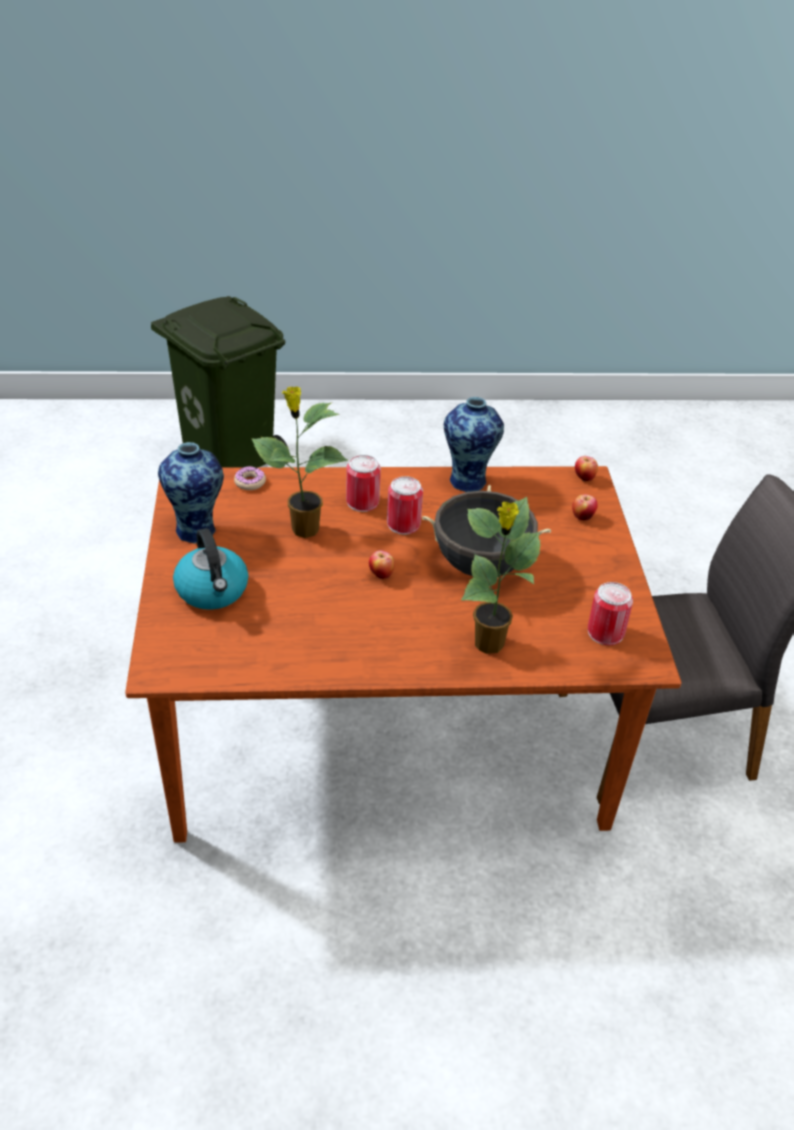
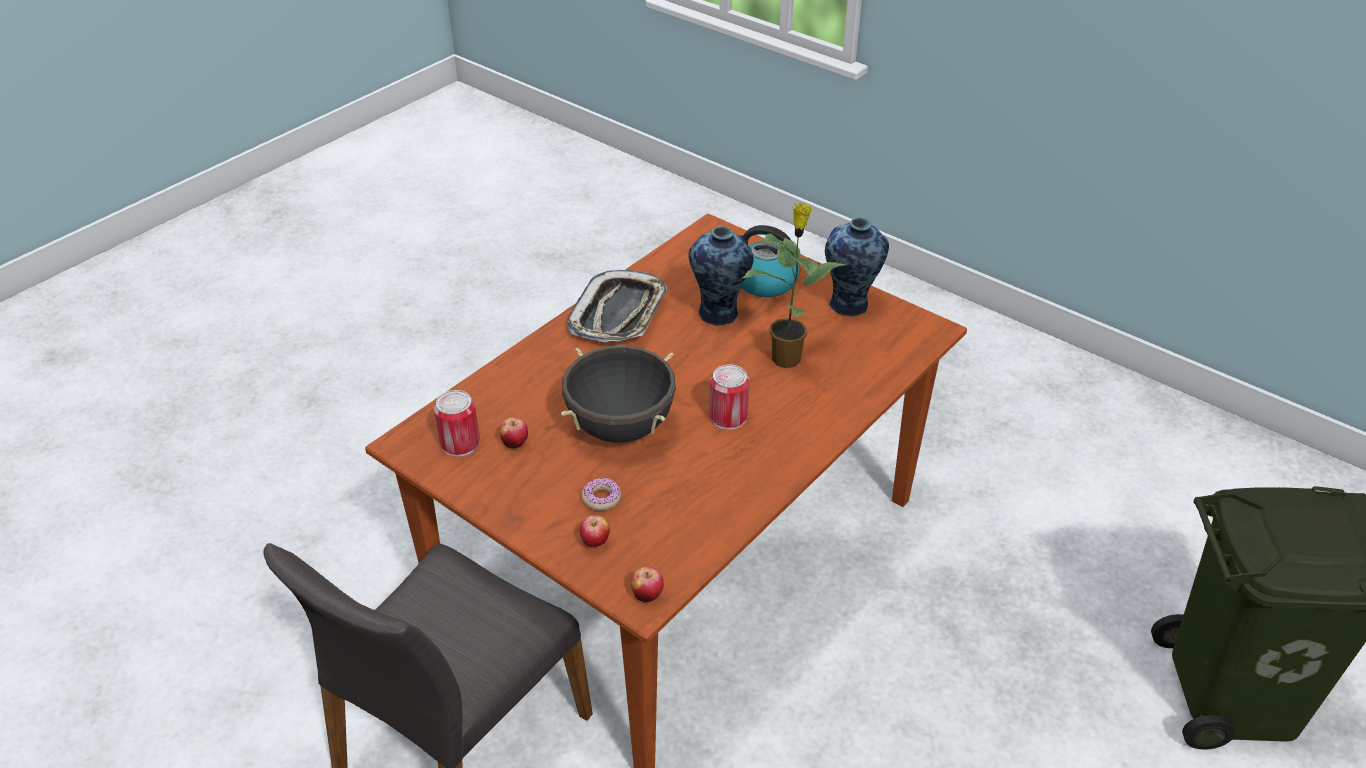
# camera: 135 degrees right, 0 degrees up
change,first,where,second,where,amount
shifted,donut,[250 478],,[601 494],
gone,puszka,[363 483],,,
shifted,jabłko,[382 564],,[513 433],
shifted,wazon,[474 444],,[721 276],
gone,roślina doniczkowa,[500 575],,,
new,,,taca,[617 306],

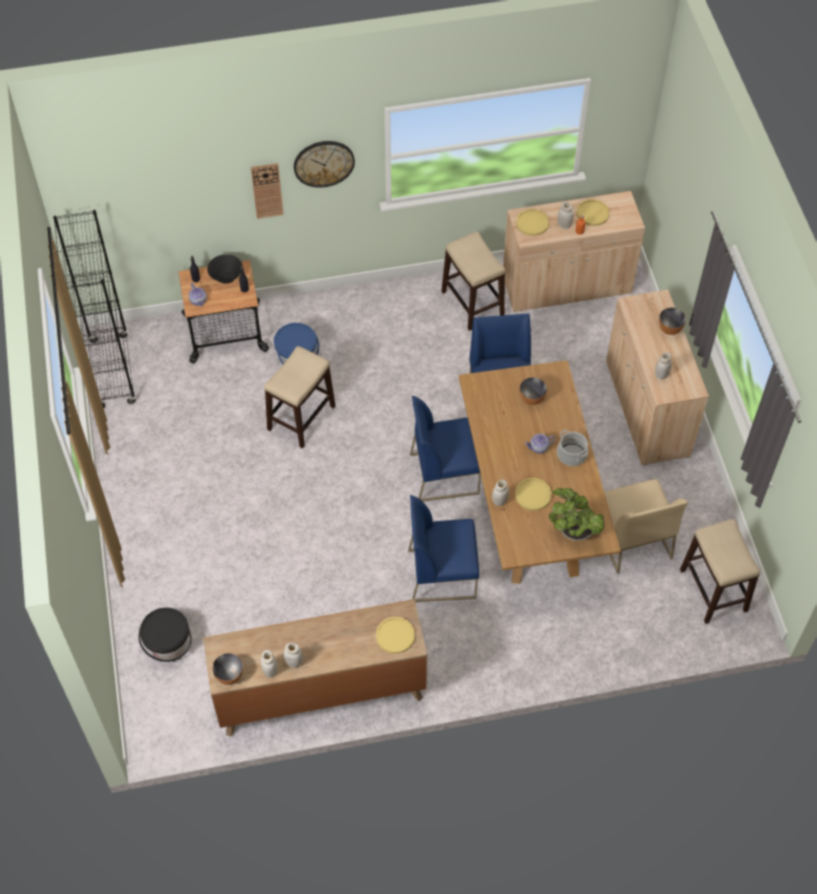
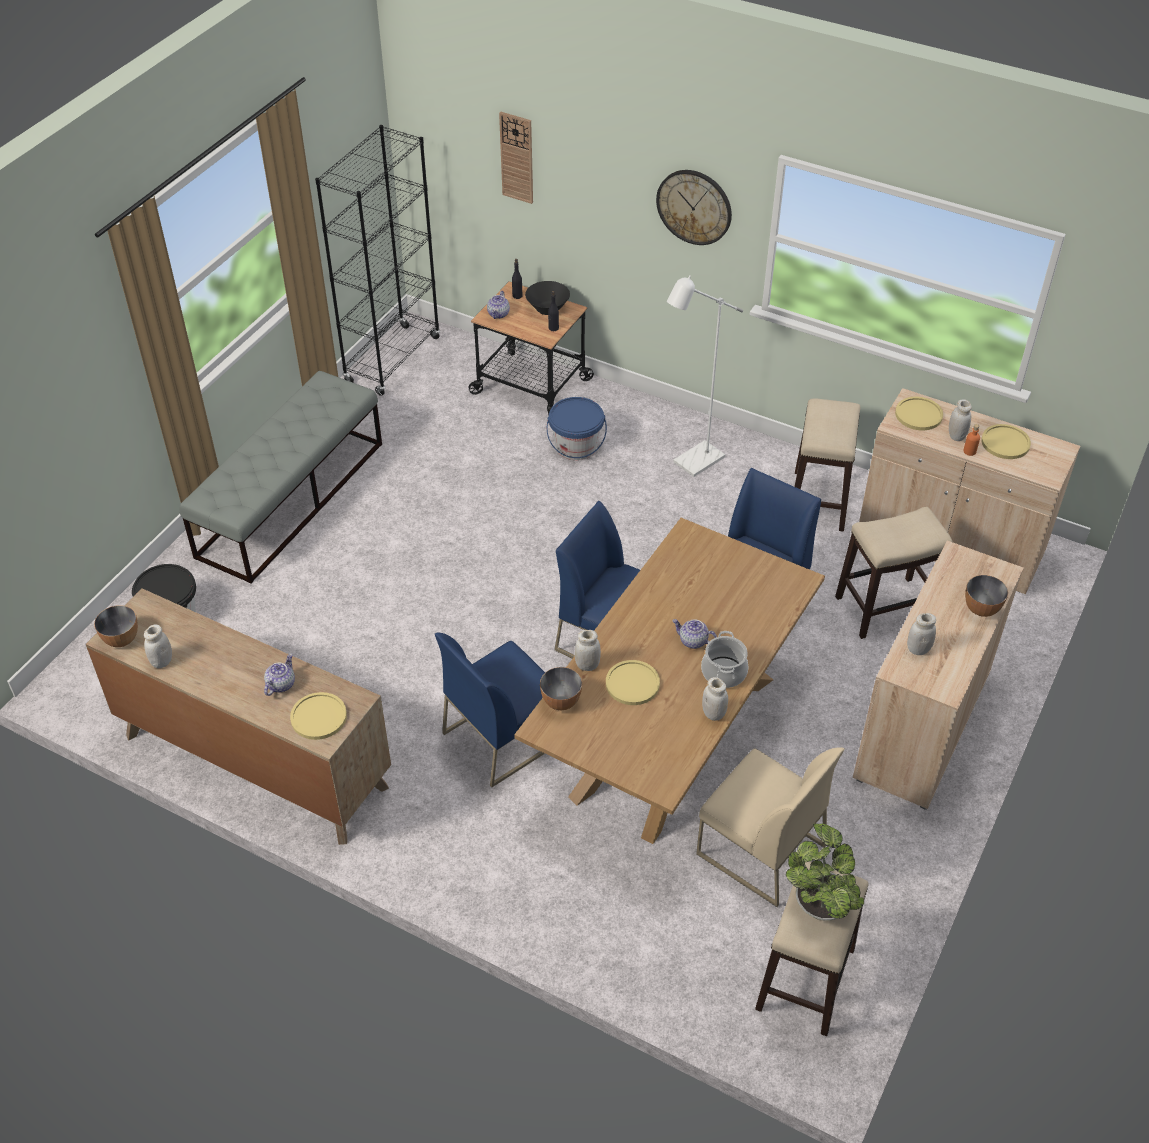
# camera: 40 degrees right, 10 degrees down
change,first,where,second,where,amount
shifted,zegar ścienny,[267 191],,[516 158],
shifted,stołek,[300 397],,[894 573],
shifted,słoik/biały,[293 655],,[715 699],
rotated,krzesło/niebieski,[443 548],,[490 710],75 degrees counterclockwise
shifted,miska,[533 391],,[561 688],
shifted,roślina doniczkowa,[576 514],,[825 872],
rotated,krzesło/beżowy,[646 526],,[770 827],75 degrees counterclockwise
new,,,ławka/szary,[280 477],
new,,,imbryk,[279 675],
new,,,lampa stojąca/biały,[705 376],

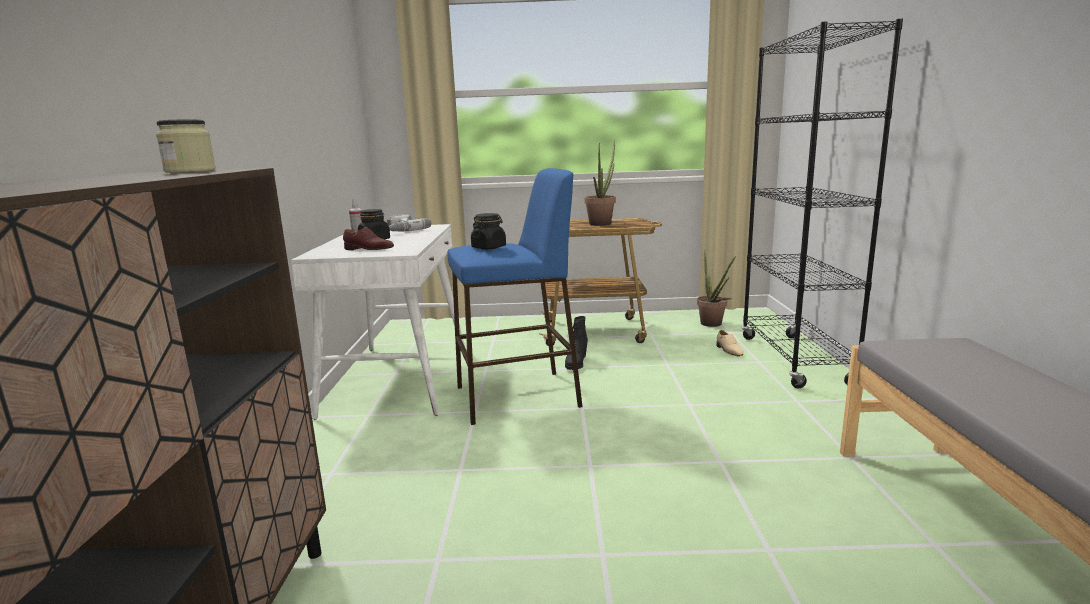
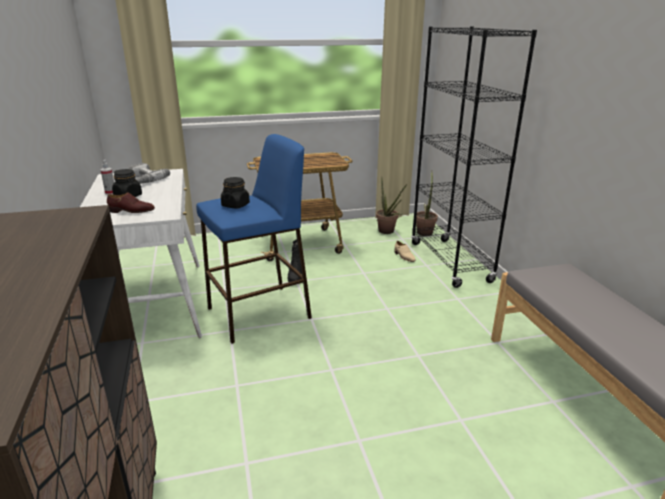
# camera: 15 degrees left, 10 degrees up
change,first,where,second,where,amount
gone,słoik,[186 146],,,
shifted,roślina doniczkowa,[600 183],,[427 203],

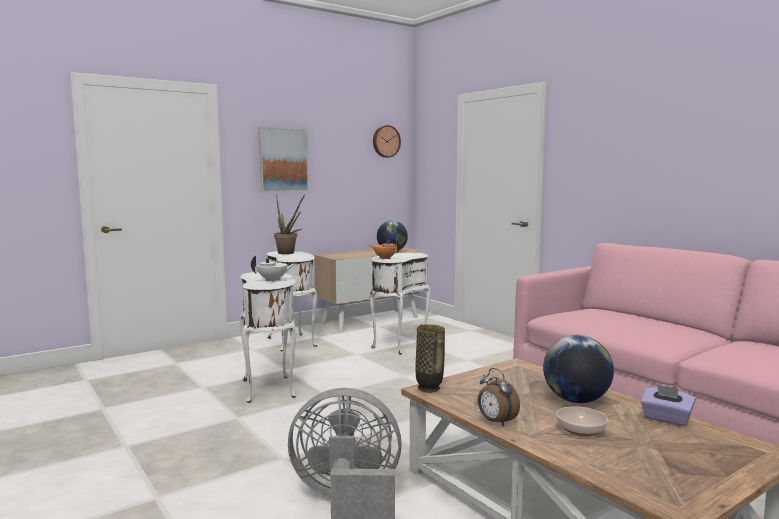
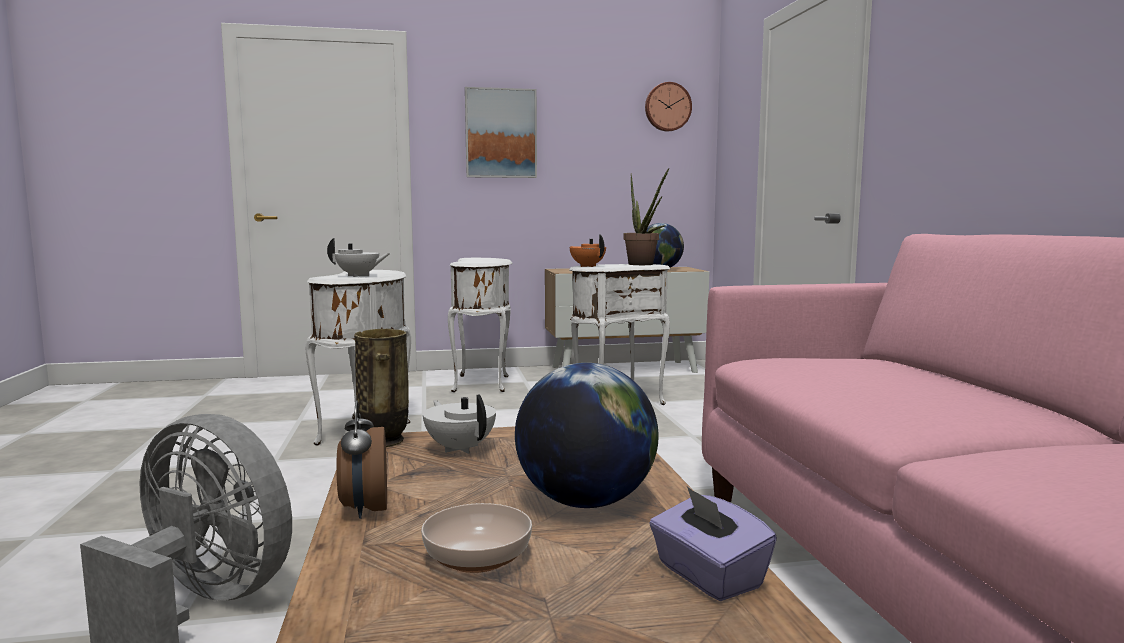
# camera: 25 degrees right, 0 degrees up
change,first,where,second,where,amount
shifted,roślina doniczkowa,[289 224],,[646 216],
new,,,imbryk/biały,[459 424],

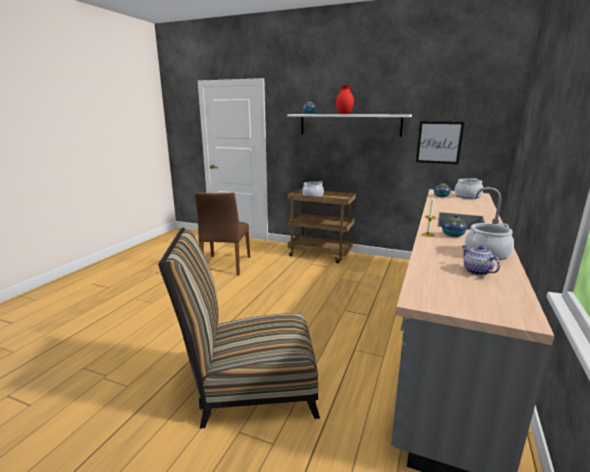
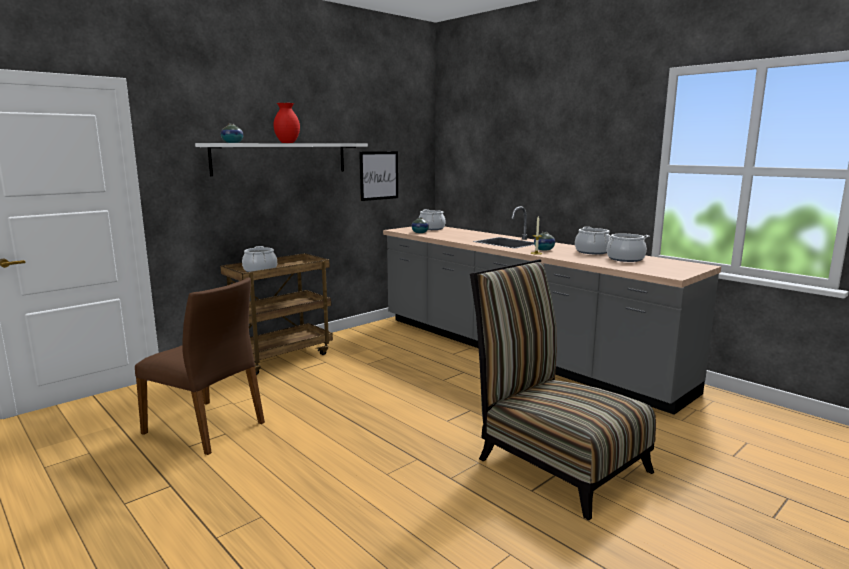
# camera: 65 degrees left, 5 degrees down
change,first,where,second,where,amount
rotated,krzesło,[239 328],,[563 389],120 degrees clockwise
swapped,imbryk,[481 260],garnek,[627 248],

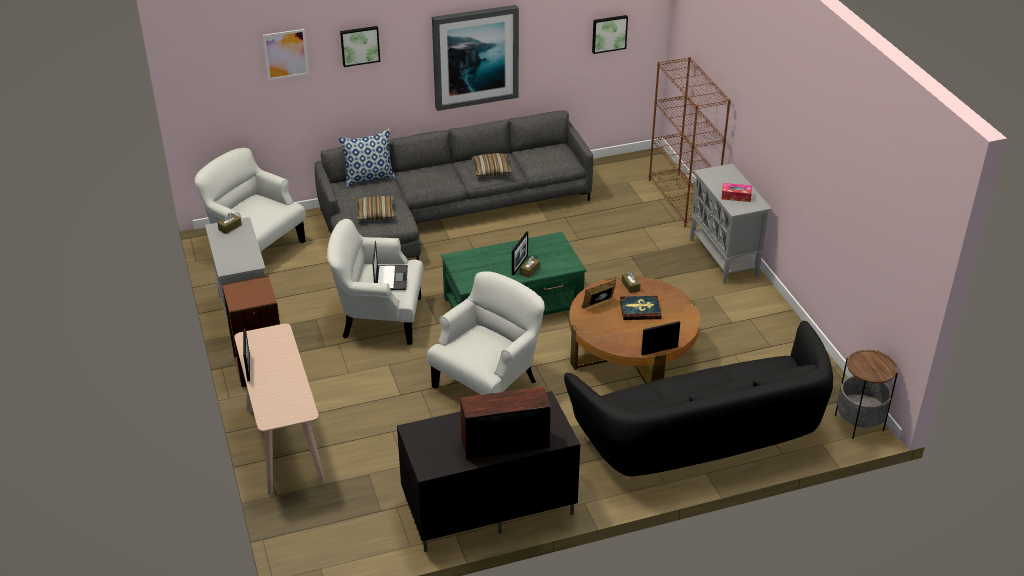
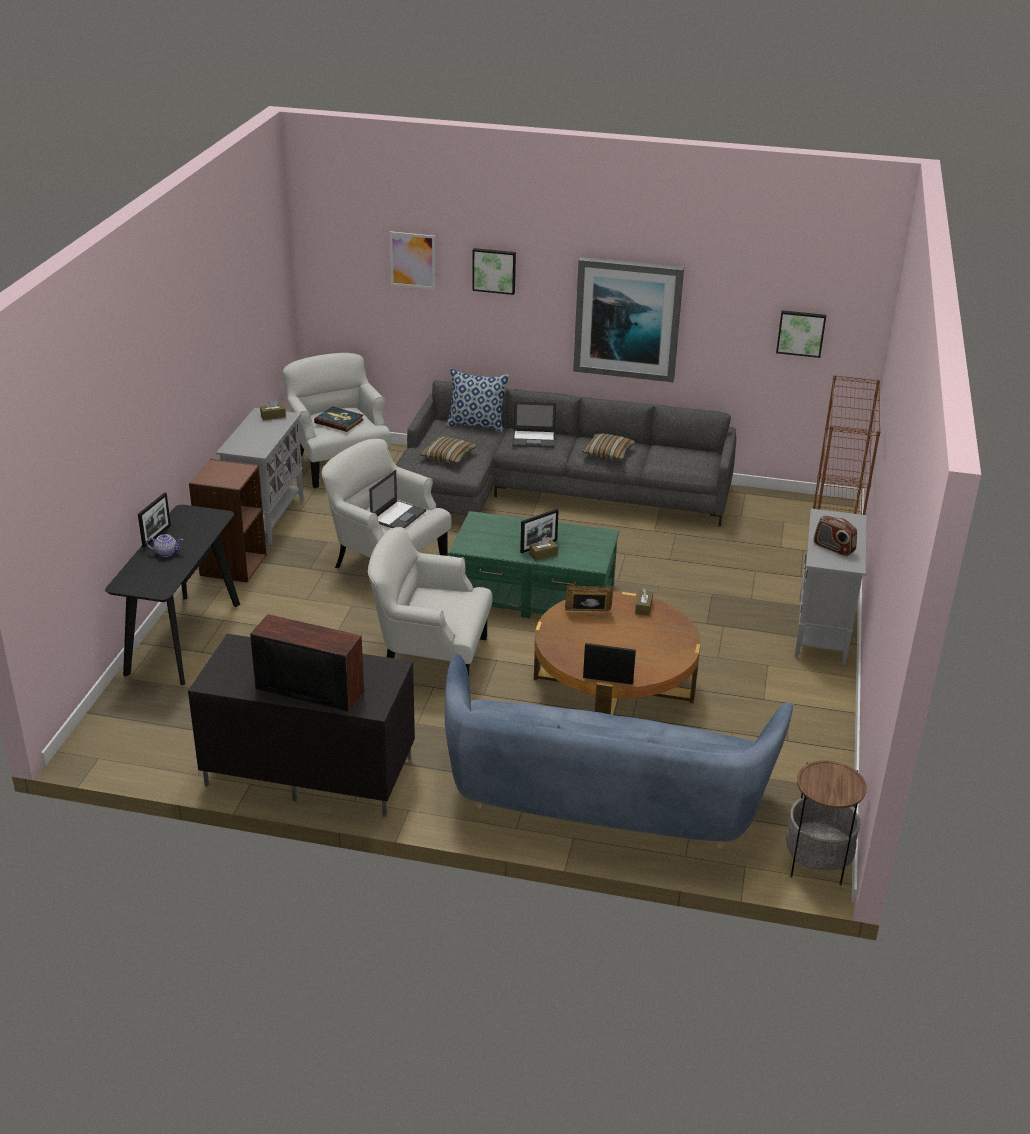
# camera: 30 degrees right, 5 degrees down
change,first,where,second,where,amount
repainted,stolik konsolowy/beżowy,[280 409],stolik konsolowy/czarny,[172 595],
rotated,fotel/biały,[486 333],,[430 601],150 degrees counterclockwise
repainted,kanapa/czarny,[698 401],kanapa/niebieski,[618 751],
shifted,książka,[640 308],,[339 419],
swapped,pudełko chusteczek,[737 192],radio,[835 536],
new,,,imbryk,[164 545],
new,,,laptop,[534 424],

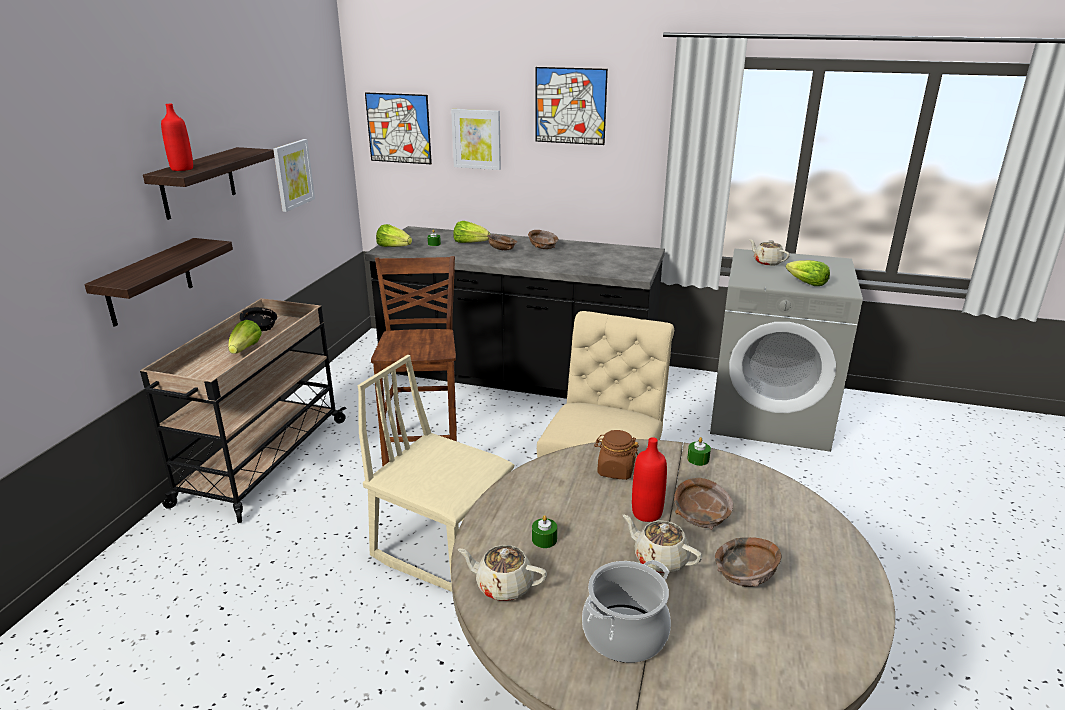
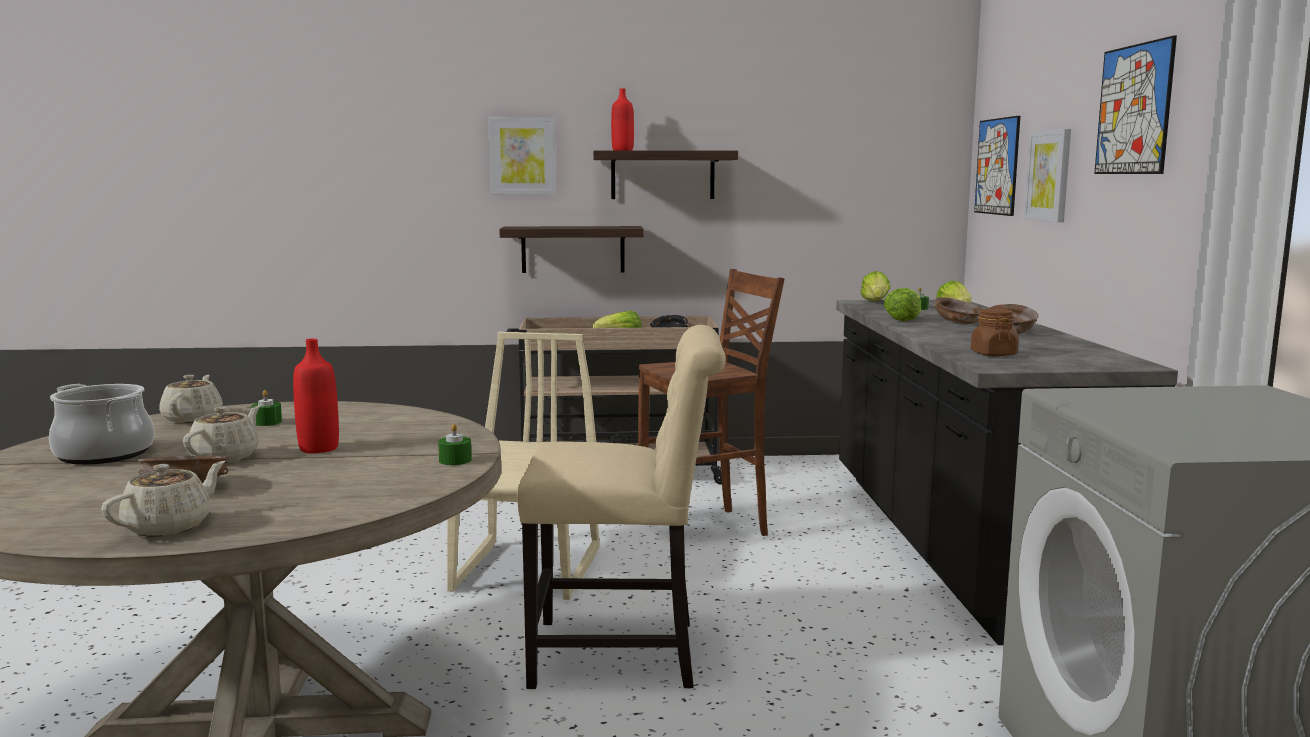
# camera: 70 degrees right, 15 degrees down
change,first,where,second,where,amount
shifted,obraz,[294 175],,[522 155],
shifted,słoik/brązowy,[616 455],,[995 332],
gone,miska/brązowy,[703 504],,,
shifted,imbryk/beżowy,[769 252],,[163 499],
shifted,sałata,[808 273],,[902 304],

